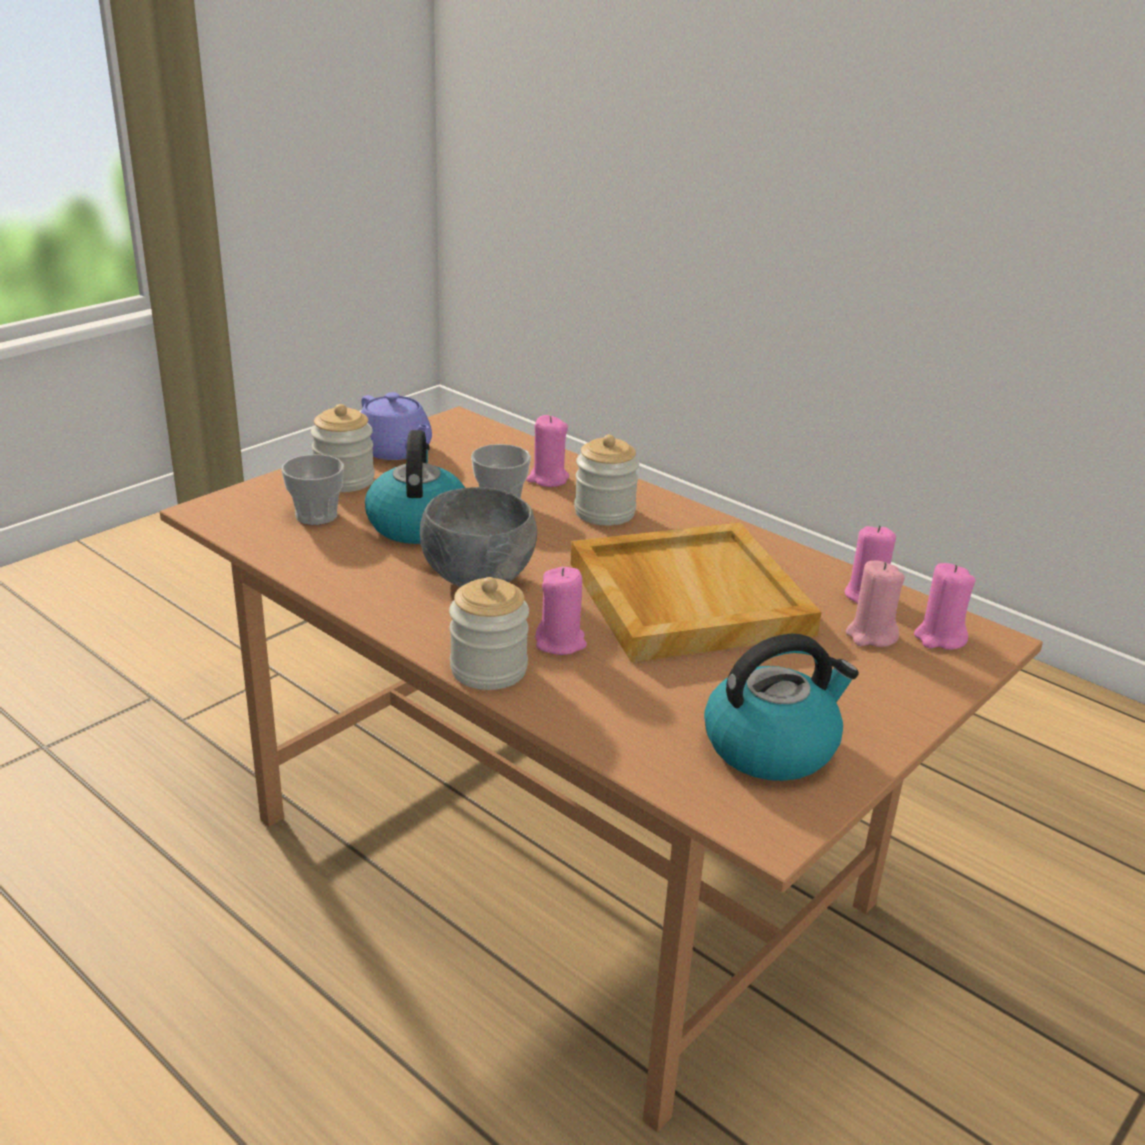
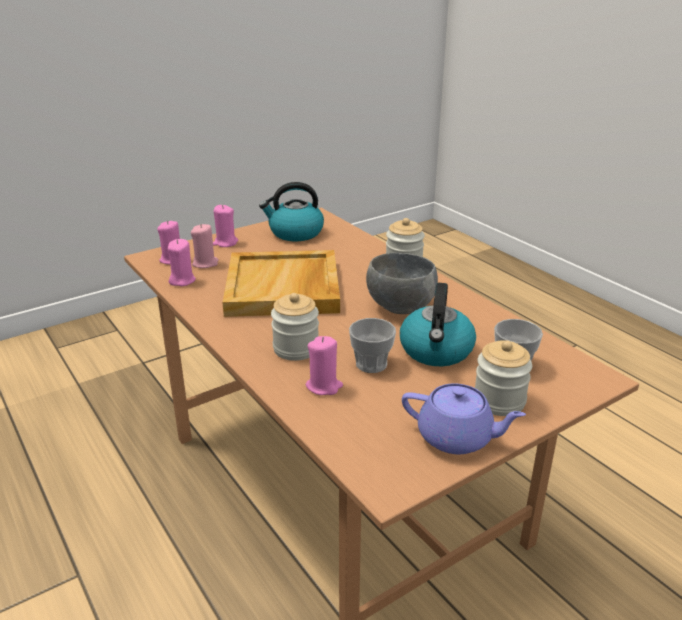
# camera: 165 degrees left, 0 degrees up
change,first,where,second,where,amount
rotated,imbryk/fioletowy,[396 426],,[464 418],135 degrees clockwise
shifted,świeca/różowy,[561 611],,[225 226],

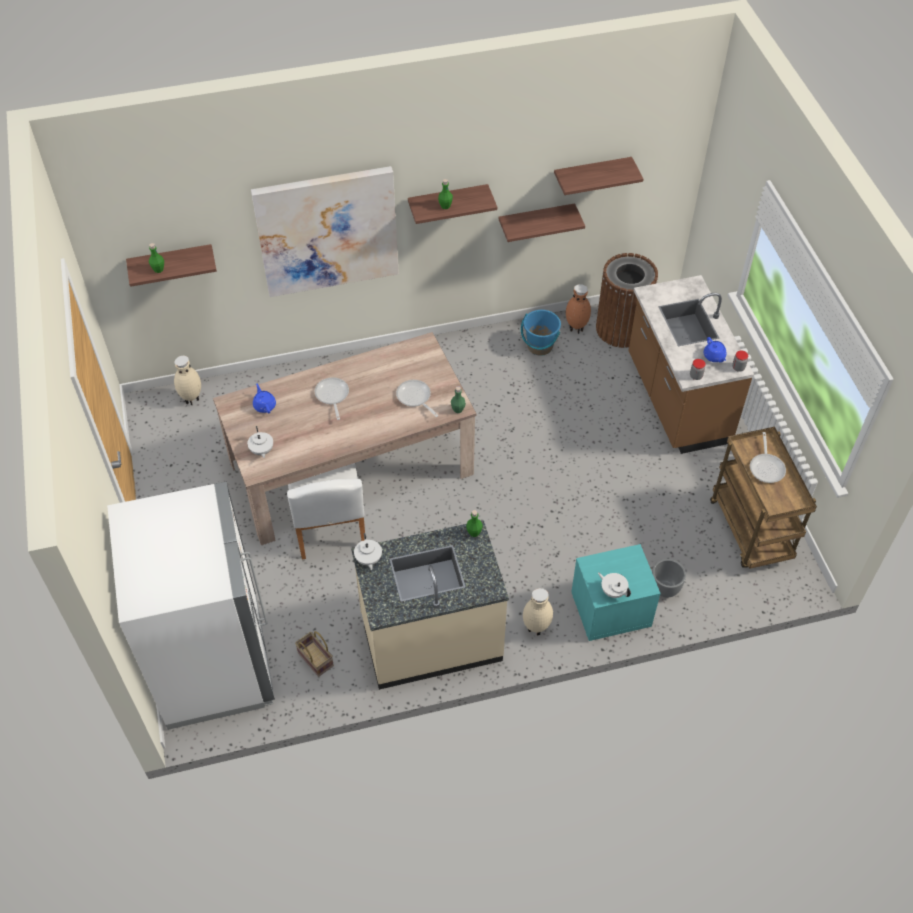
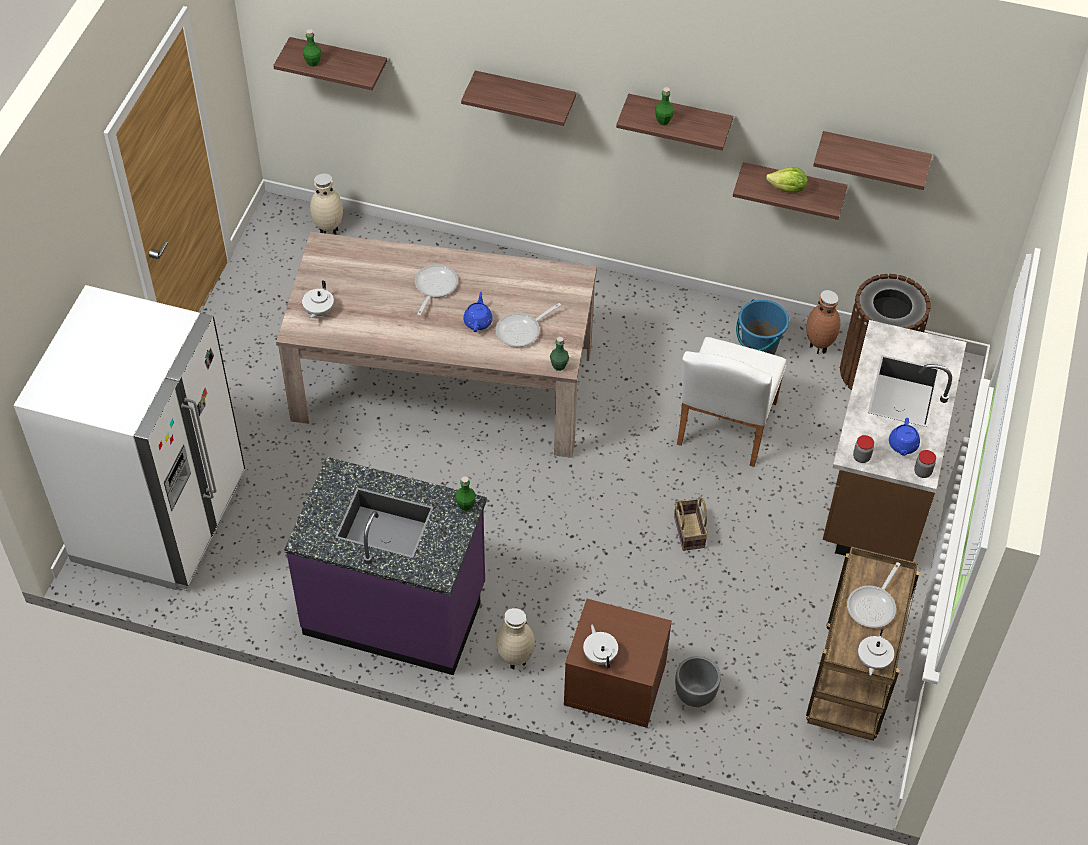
# camera: 30 degrees right, 0 degrees up
change,first,where,second,where,amount
swapped,obraz,[325 231],półka,[518 98],
shifted,imbryk/niebieski,[264 398],,[478 312],
shifted,krzesło/biały,[326 511],,[732 402],
shifted,koszyk,[314 654],,[691 524],
repainted,zabudowa kuchenna/beżowy,[430 605],zabudowa kuchenna/fioletowy,[385 566],
shifted,imbryk/biały,[368 551],,[876 651],
rotated,patelnia,[417 398],,[528 325],120 degrees counterclockwise
repainted,szafka nocna/turkusowy,[616 592],szafka nocna/brązowy,[618 663],
new,,,sałata,[787 180],

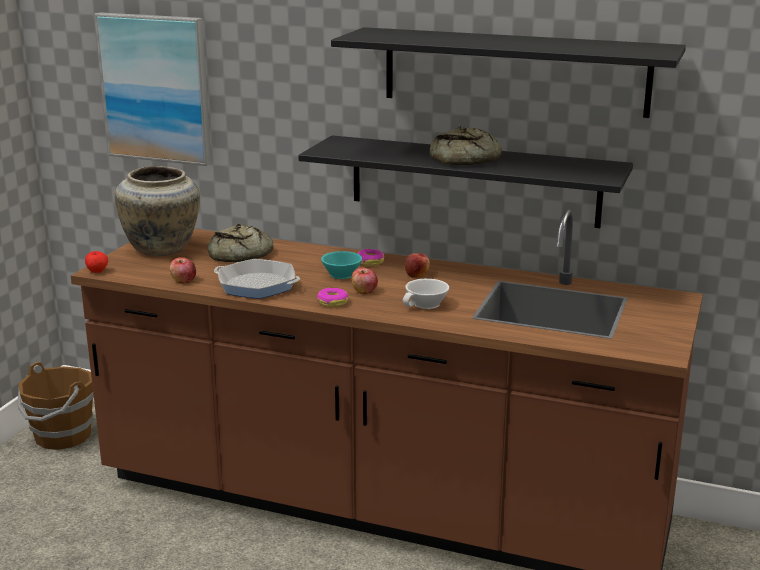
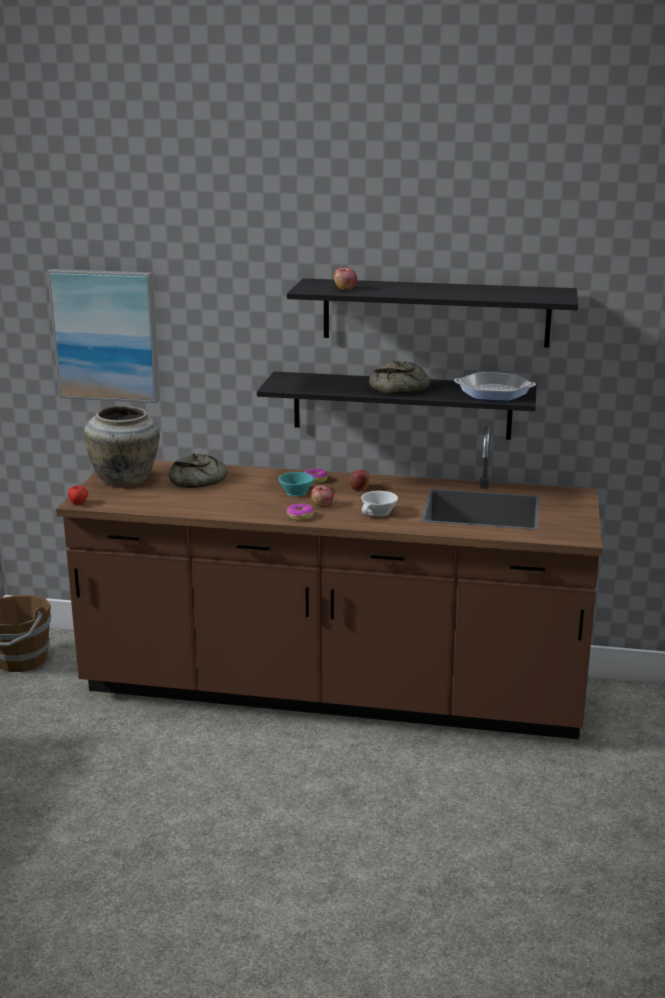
# camera: 10 degrees left, 0 degrees up
change,first,where,second,where,amount
shifted,jabłko,[182 270],,[345 278],
shifted,patelnia,[257 279],,[495 386],

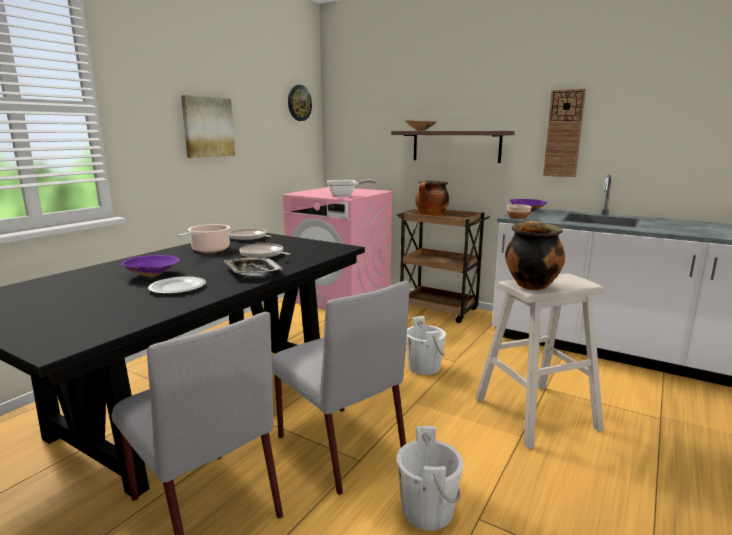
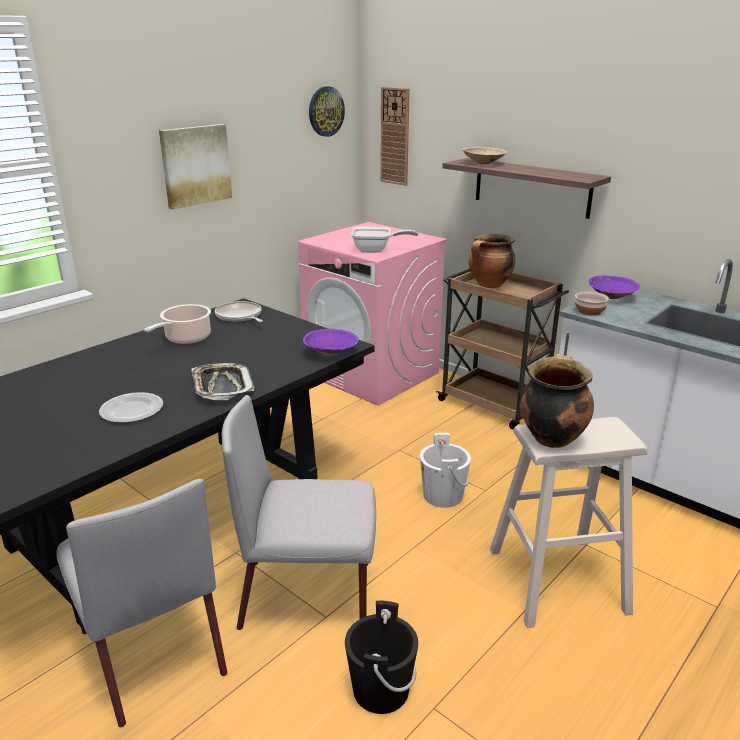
# camera: 10 degrees right, 10 degrees up
change,first,where,second,where,amount
shifted,miska/fioletowy,[150 266],,[331 342],
gone,patelnia,[264 250],,,
rotated,krzesło/szary,[341 388],,[299 512],120 degrees clockwise
repainted,wiadro/biały,[430 478],wiadro/czarny,[381 657],
shifted,zegar ścienny,[564 133],,[395 136],

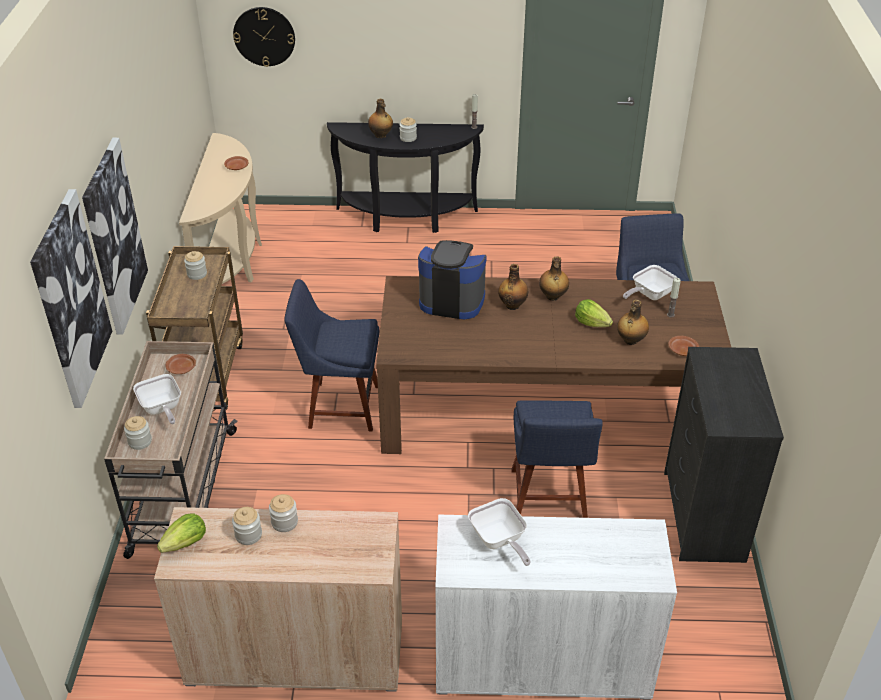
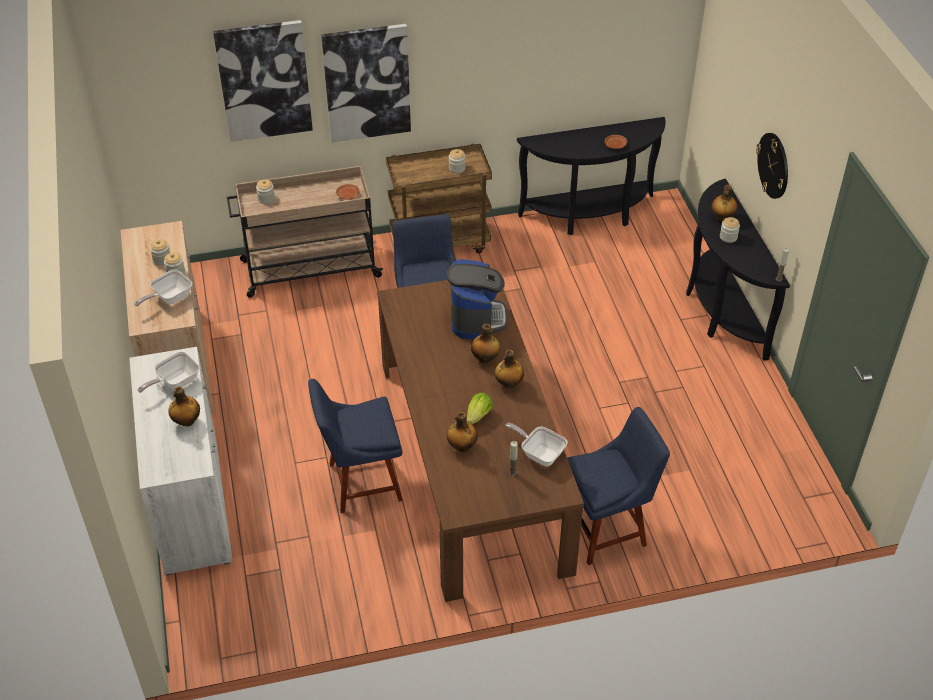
# camera: 75 degrees right, 5 degrees up
change,first,where,second,where,amount
shifted,patelnia,[157 399],,[163 288],
gone,sałata,[181 533],,,
repainted,stolik konsolowy/beżowy,[220 208],stolik konsolowy/czarny,[591 176],
shifted,zegar ścienny,[264 37],,[772 166],
gone,komoda/czarny,[724 455],,,
gone,talerz/brązowy,[683 346],,,
new,,,butelka,[184 407],

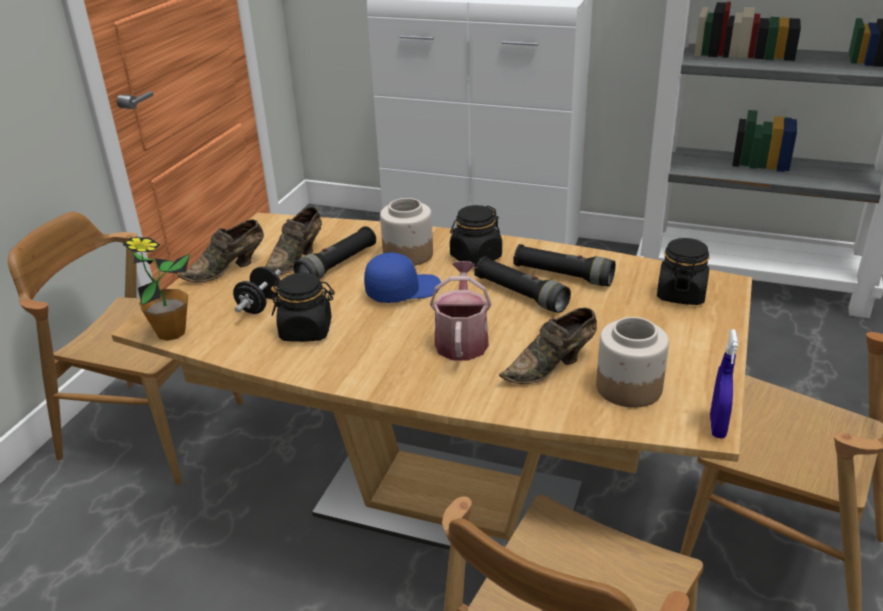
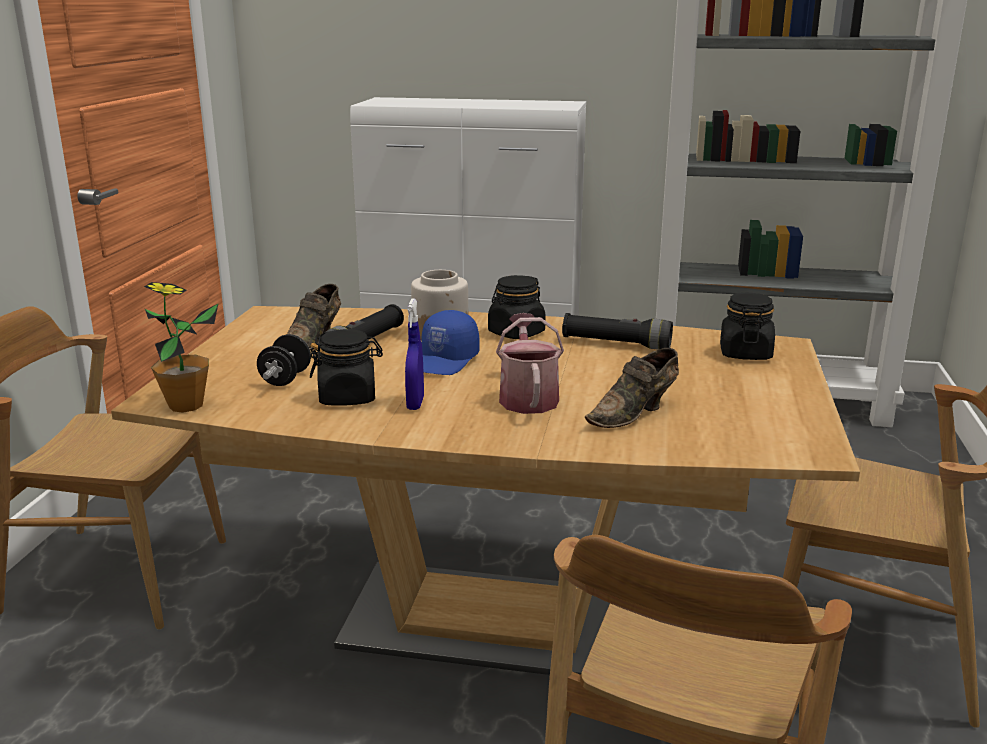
# camera: 10 degrees left, 10 degrees down
change,first,where,second,where,amount
gone,but/brązowy,[221 250],,,
rotated,czapka z daszkiem/niebieski,[402 277],,[450 342],150 degrees clockwise
gone,latarka/czarny,[522 284],,,
gone,słoik,[632 362],,,
shifted,spryskiwacz/niebieski,[724 384],,[414 354],

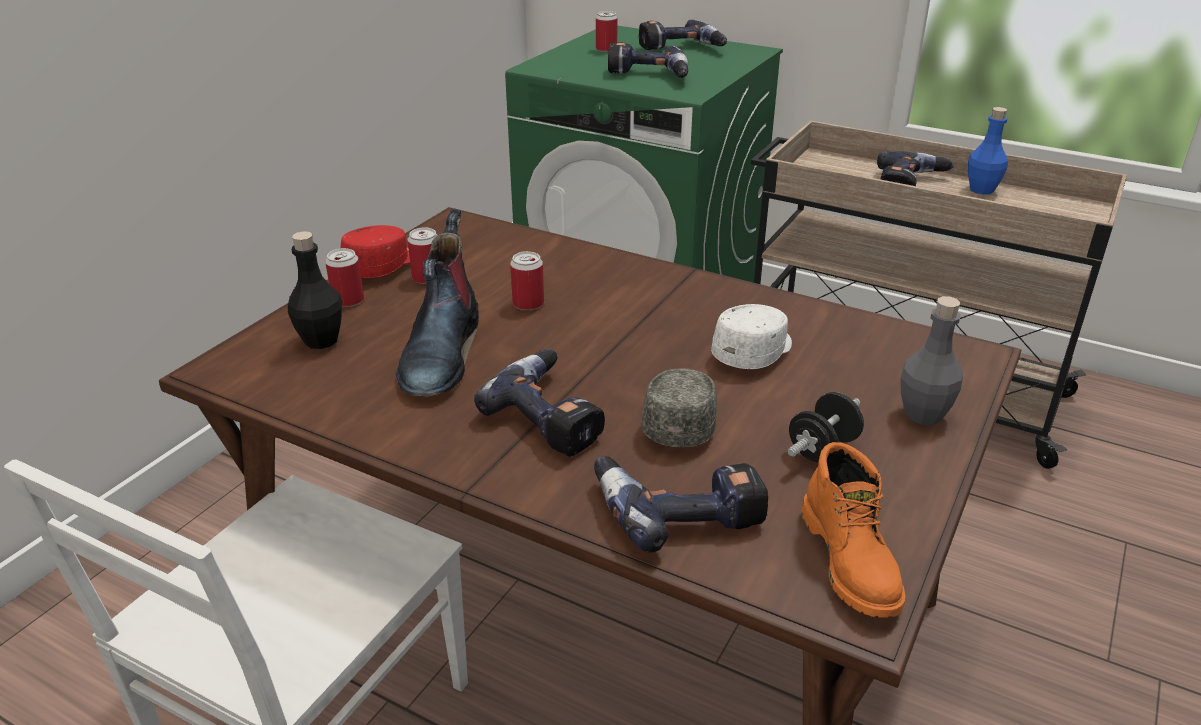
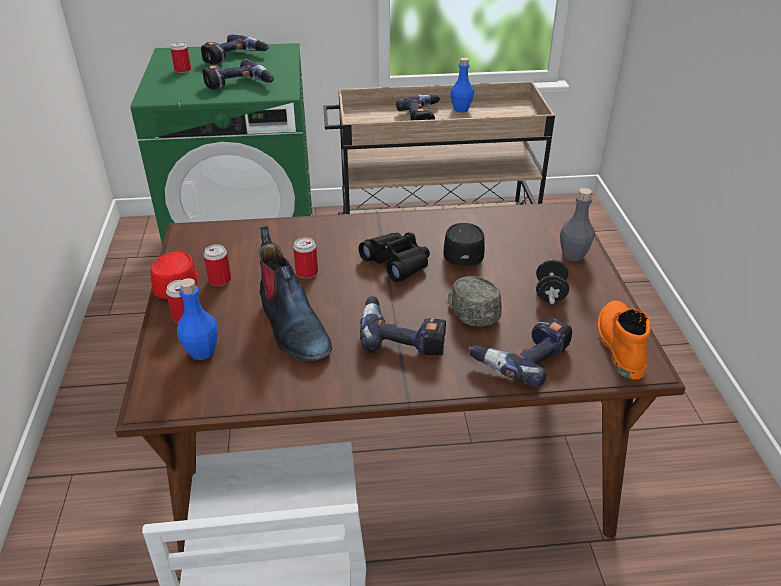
# camera: 35 degrees left, 5 degrees up
change,first,where,second,where,amount
repainted,butelka/czarny,[315 290],butelka/niebieski,[197 319],
repainted,czapka z daszkiem/biały,[751 336],czapka z daszkiem/czarny,[464 244],
rotated,but z cholewką/pomarańczowy,[853 530],,[624 339],135 degrees counterclockwise
new,,,lornetka/czarny,[394 257],

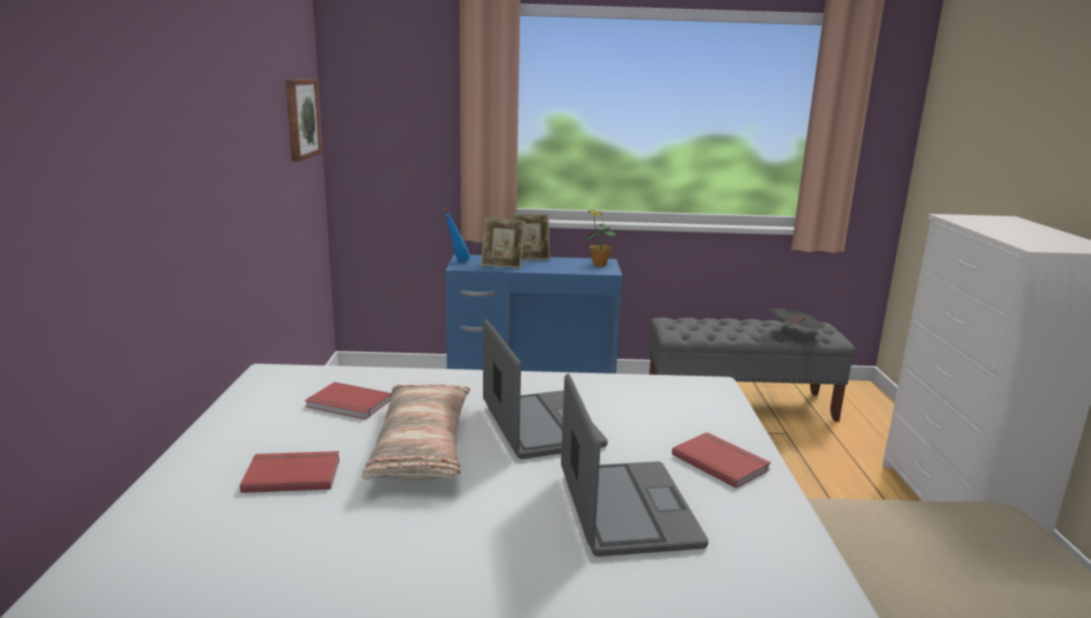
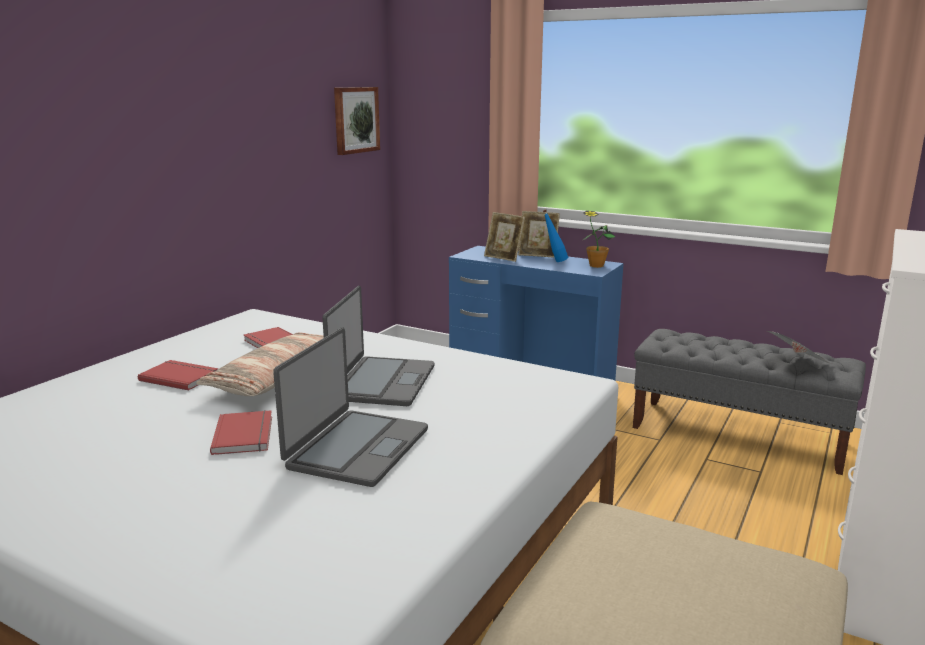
# camera: 30 degrees right, 0 degrees up
change,first,where,second,where,amount
shifted,butelka/niebieski,[457 235],,[555 235],
shifted,książka/czerwony,[721 460],,[241 432],

